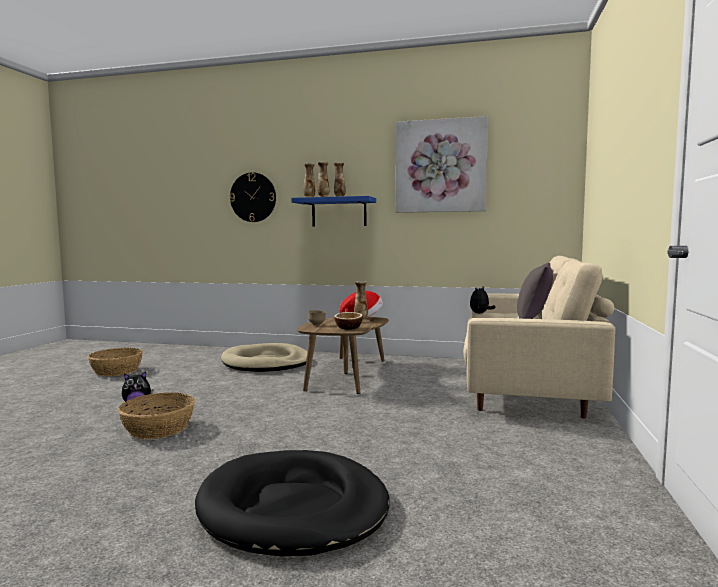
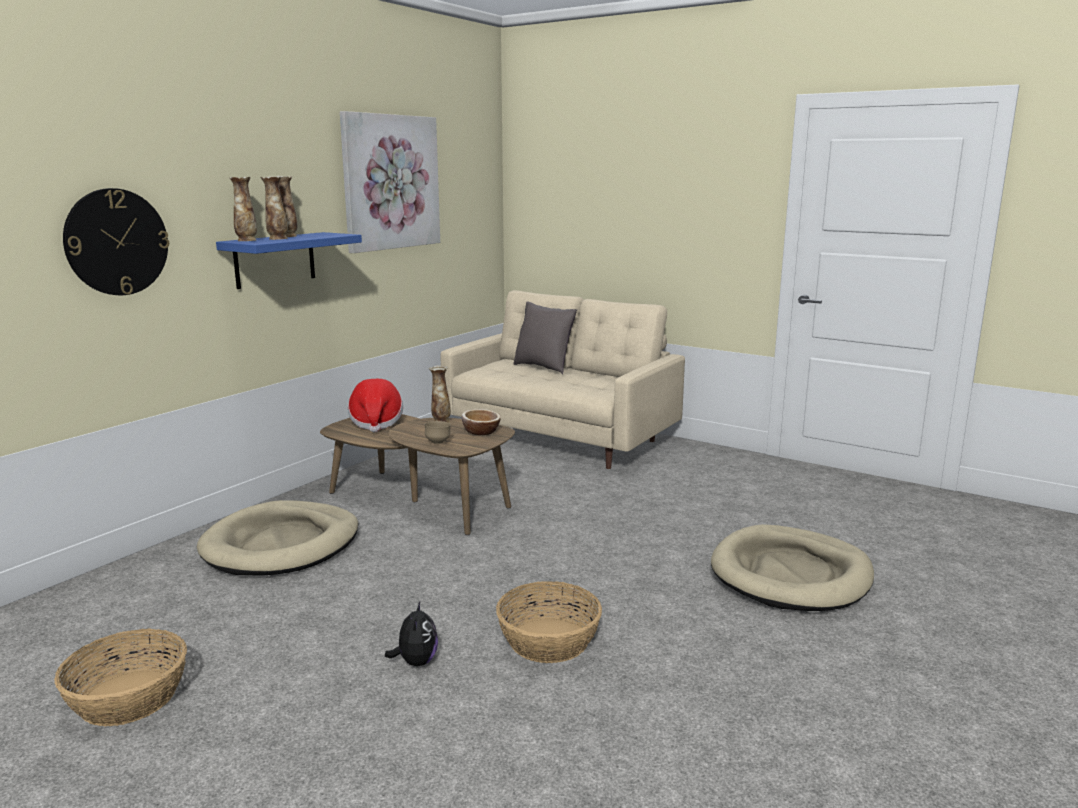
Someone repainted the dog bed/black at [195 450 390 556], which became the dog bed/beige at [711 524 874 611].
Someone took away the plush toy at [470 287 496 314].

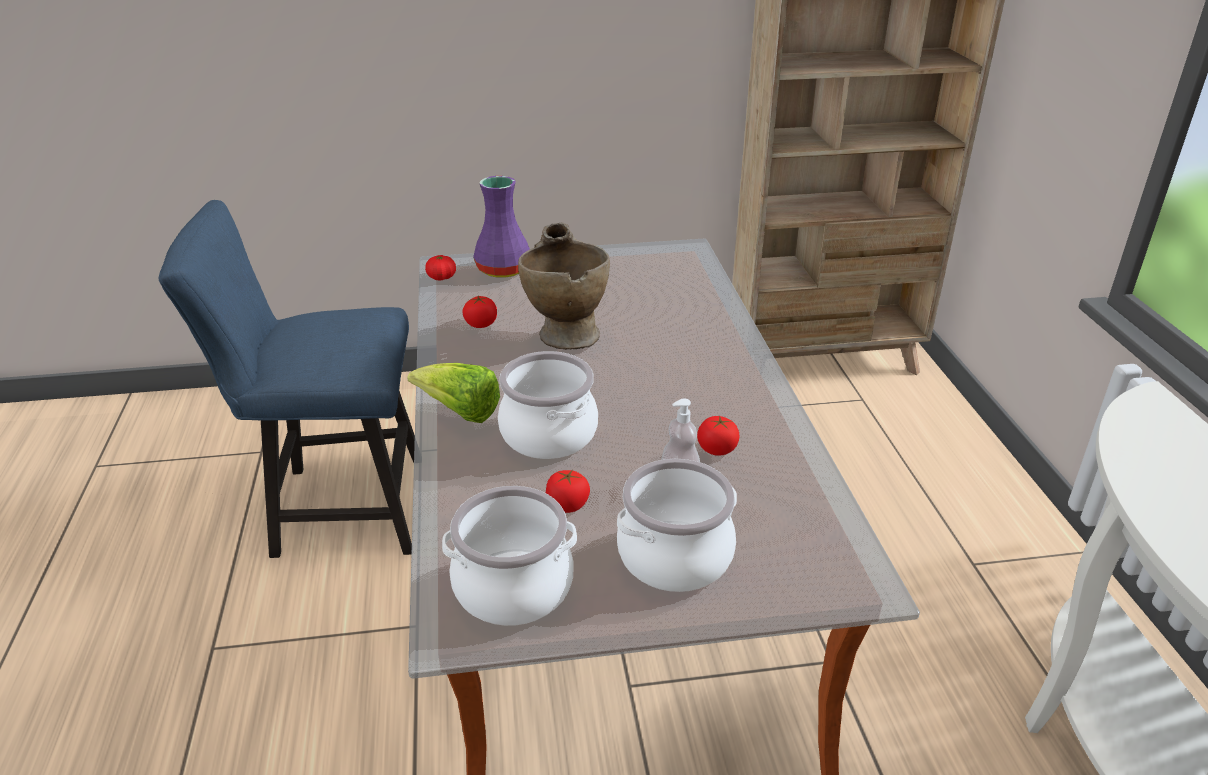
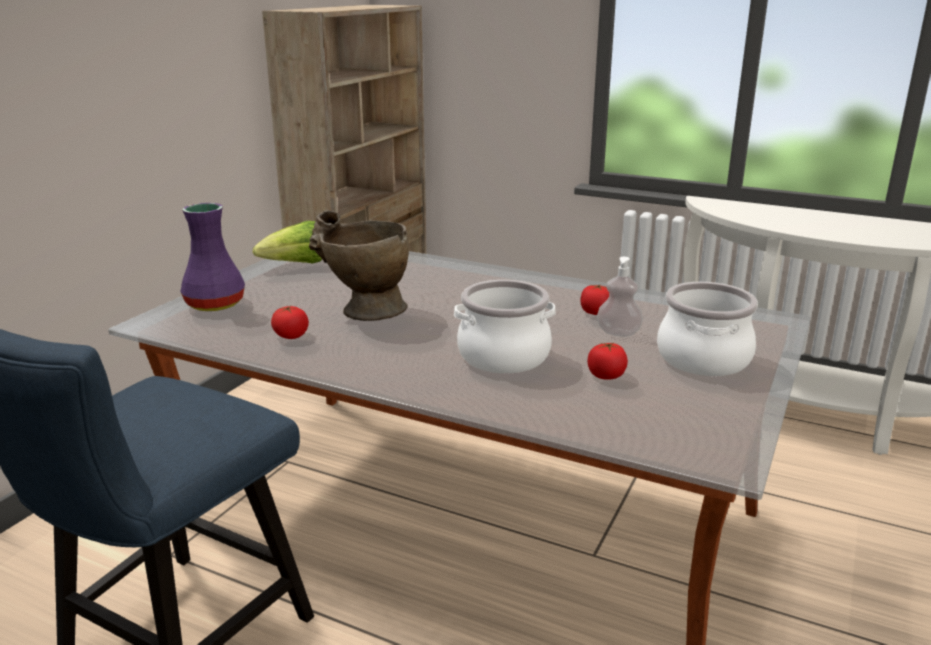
Someone carried the lettuce from [407 363 500 423] to [253 221 322 263].
Someone took away the tomato at [425 255 456 281].
Someone took away the cooking pot at [442 486 577 626].

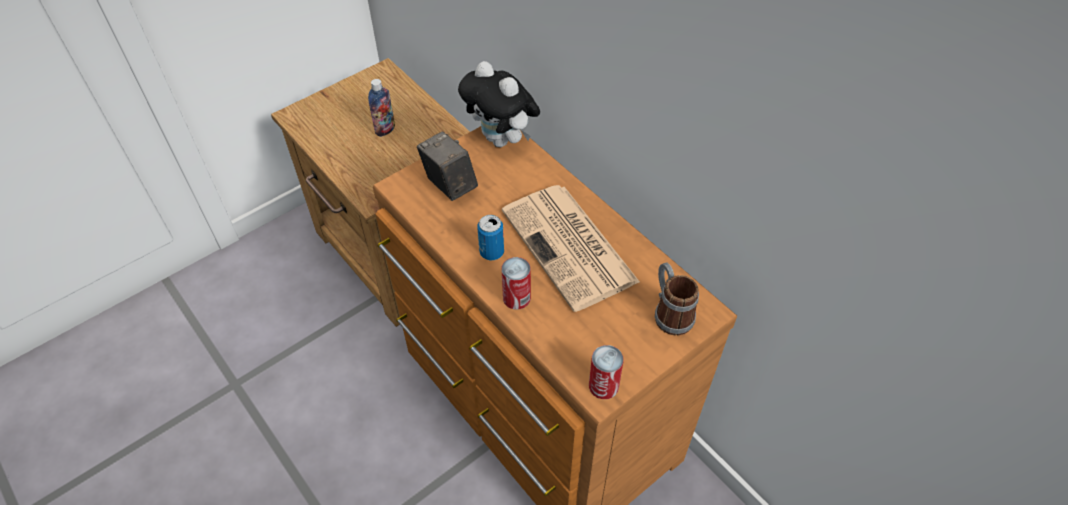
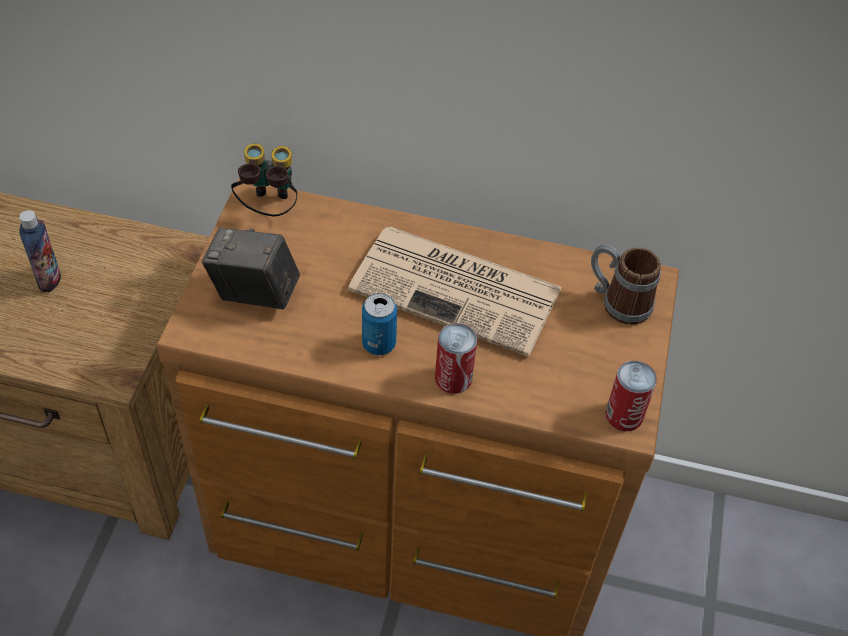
Someone swapped the plush toy at [458 61 540 147] for the binoculars at [231 143 297 216].

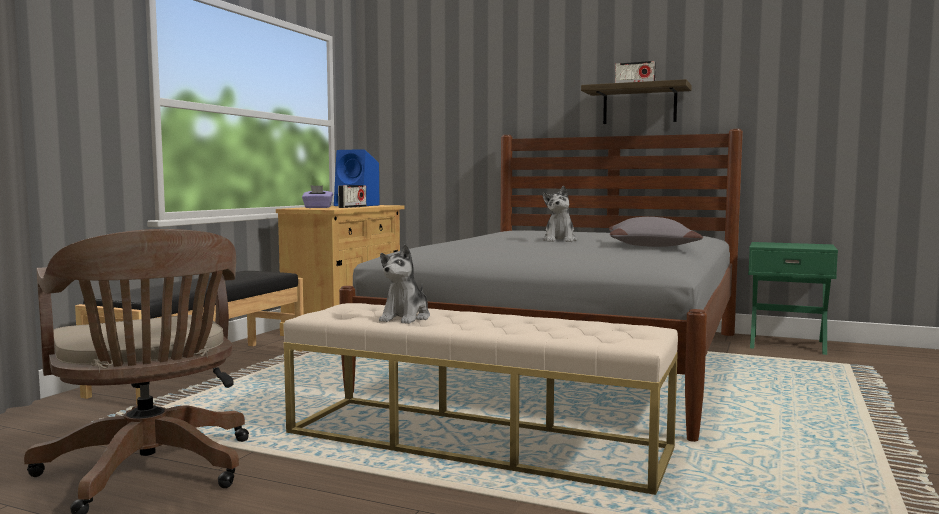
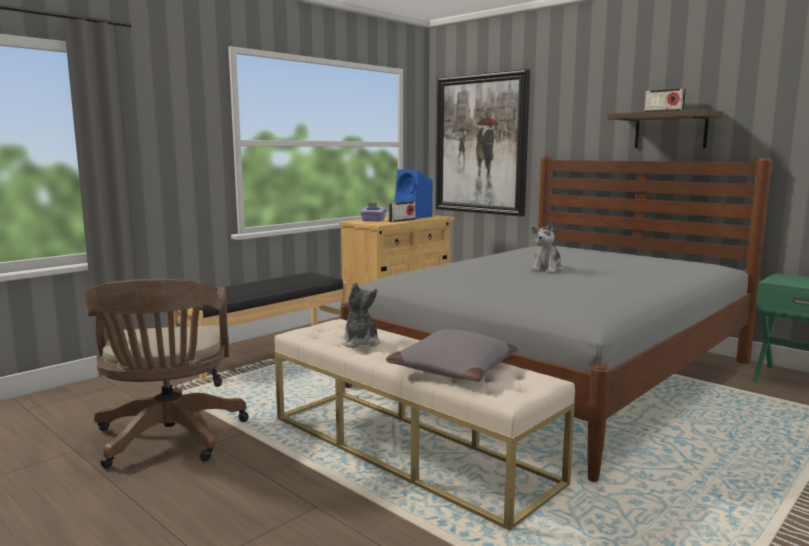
Someone rotated the plush toy at [379 244 430 324] by 120 degrees clockwise.
Someone carried the pillow/grey from [609 217 703 247] to [386 329 518 382].
Someone put up the picture at [436 69 530 217].

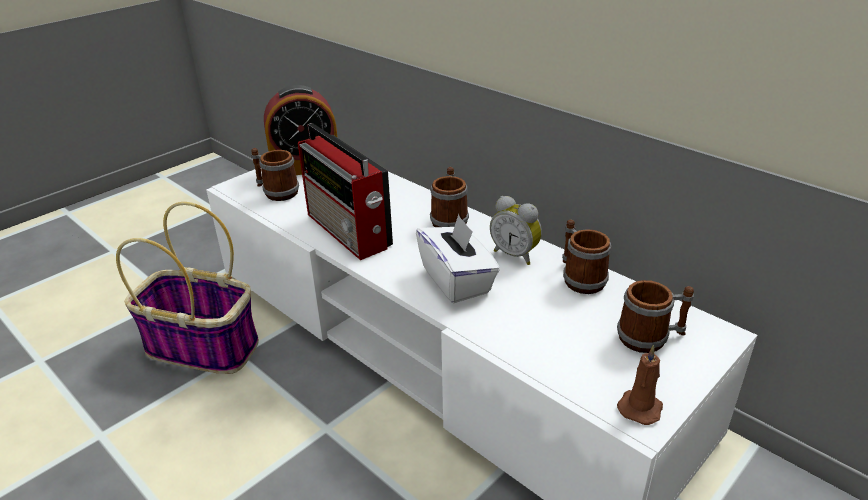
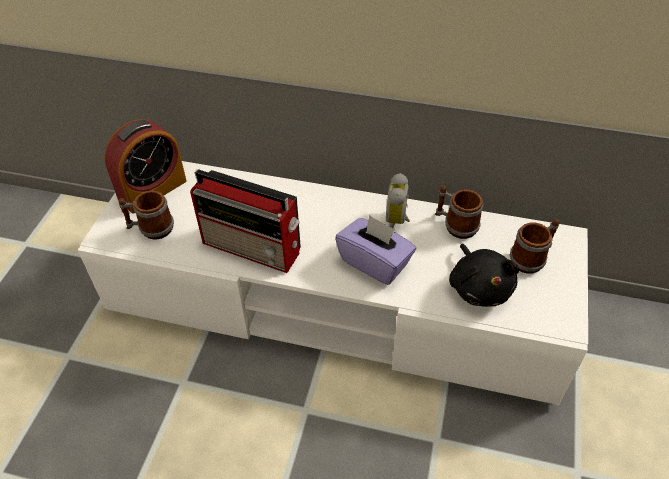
Someone repainted the tissue box/white at [416 214 500 303], which became the tissue box/purple at [335 215 416 285].
Someone rotated the alarm clock at [490 196 542 265] by 90 degrees clockwise.
Someone put down the plush toy/black at [449 244 519 307].
Someone took away the basket at [116 202 259 374].
Someone took away the mug at [430 167 469 227].
Someone took away the candle/brown at [617 345 663 425].

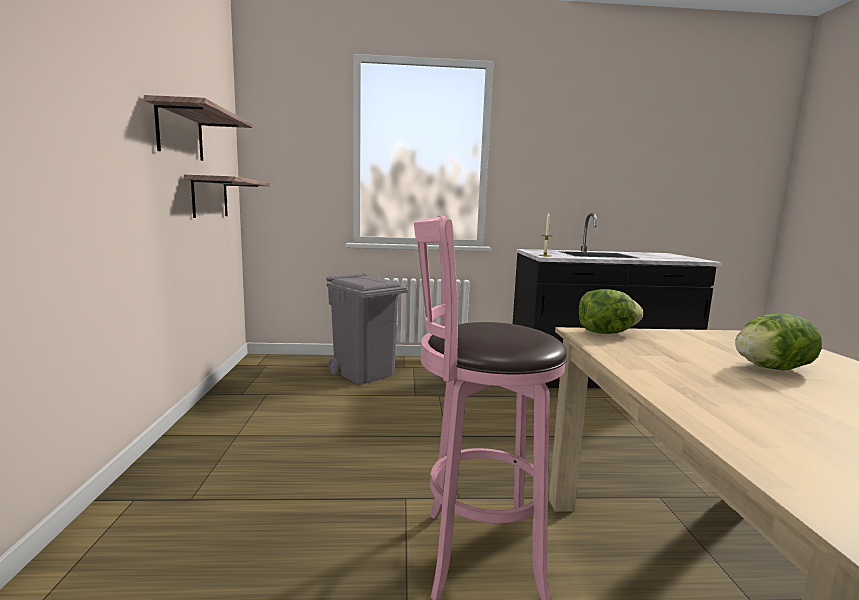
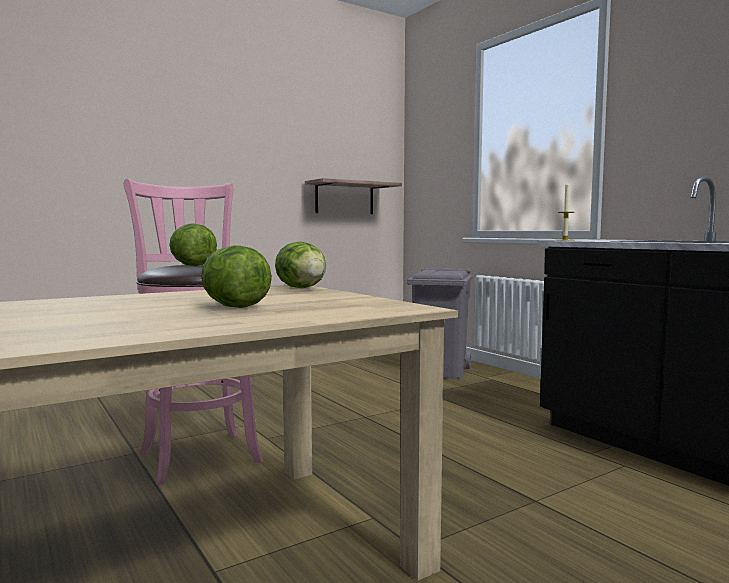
Someone put down the lettuce at [169 223 217 266].
Someone took away the shelf at [144 95 252 161].

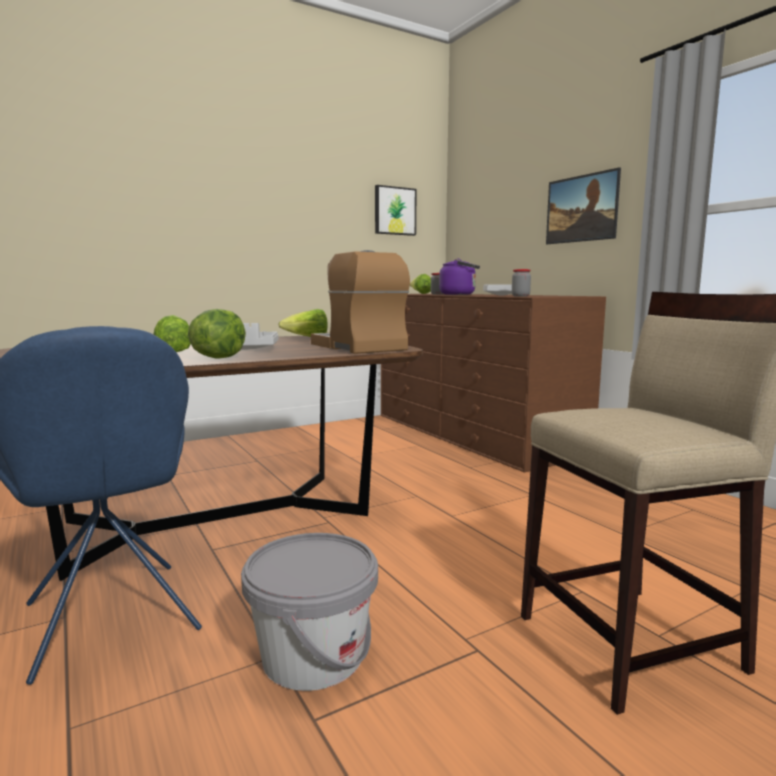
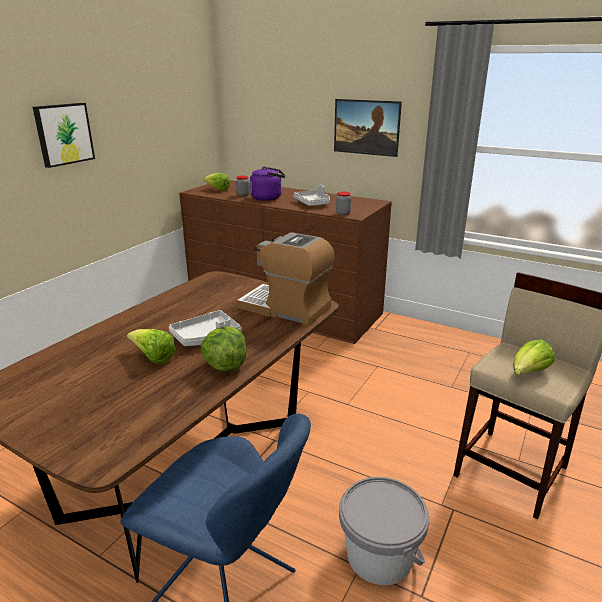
Someone carried the picture from [375 185 417 236] to [33 103 95 168].
Someone carried the lettuce from [278 309 327 337] to [513 339 555 375].

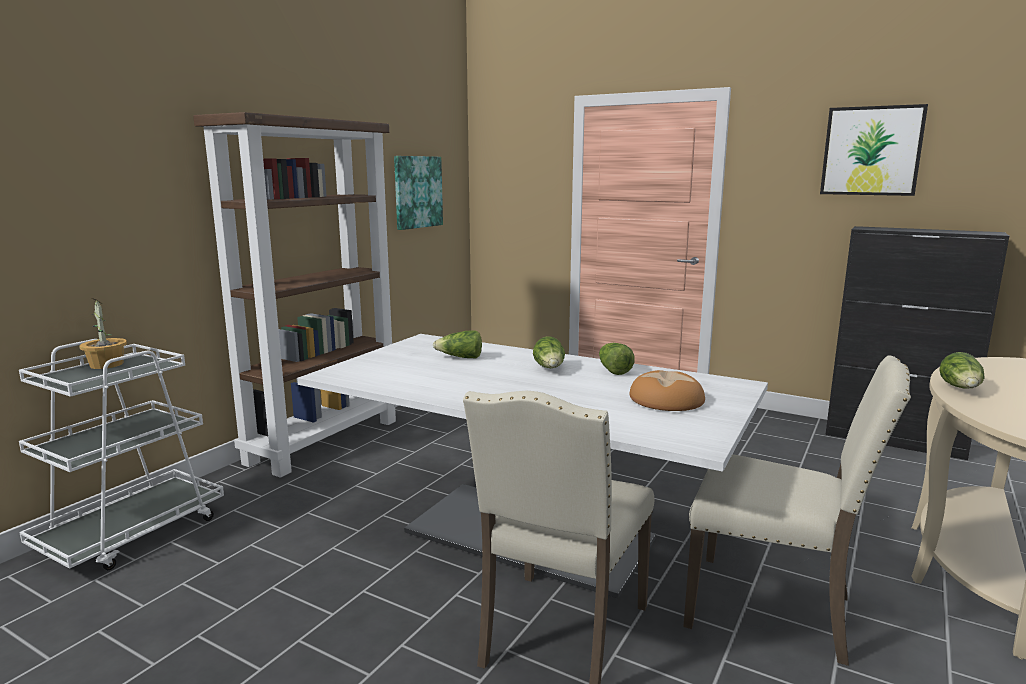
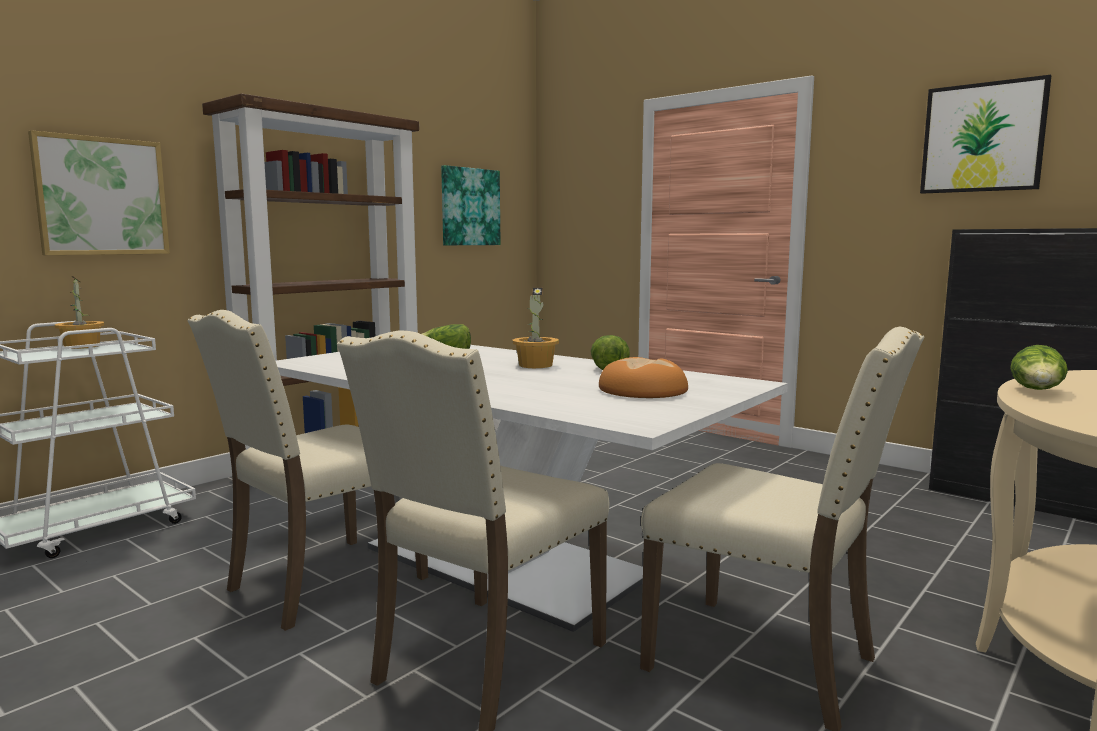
Someone put up the picture at [28 130 170 255].
Someone put down the chair/beige at [187 310 428 631].
Someone swapped the lettuce at [533 337 565 368] for the potted plant at [512 288 559 368].

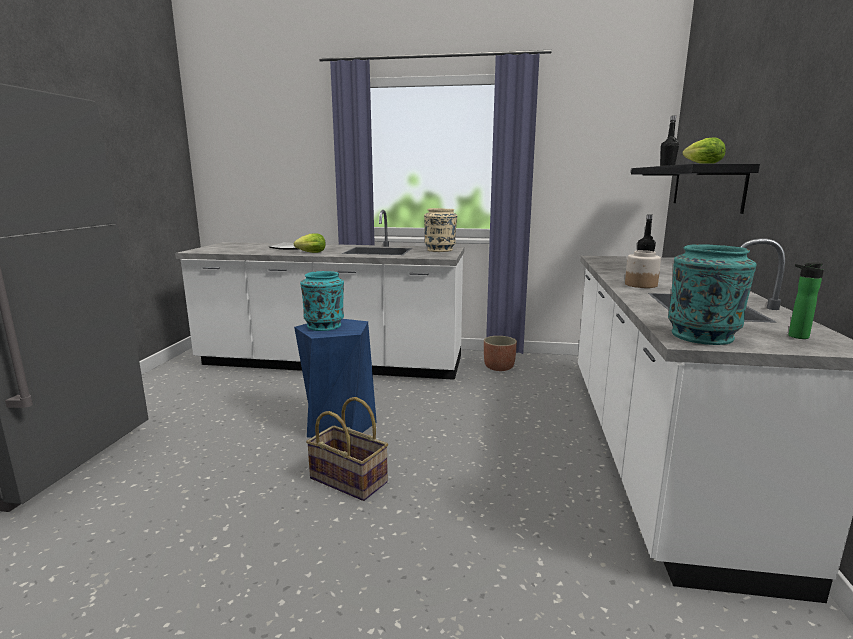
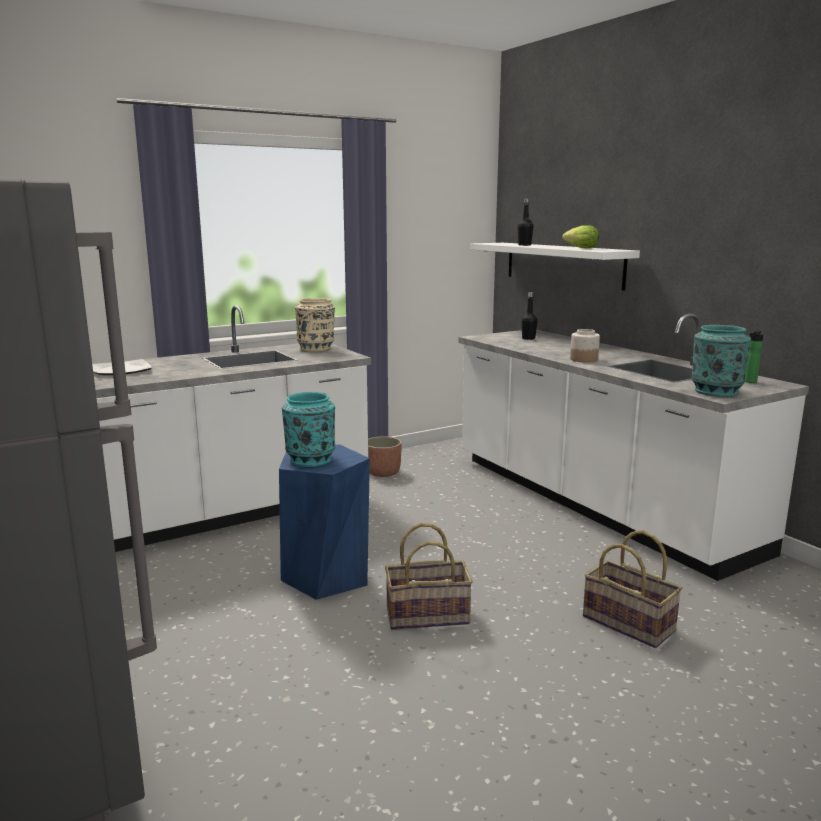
Someone repainted the shelf/black at [631 163 760 214], which became the shelf/white at [470 243 640 291].
Someone put down the basket at [583 530 682 648].
Someone took away the lettuce at [294 233 326 253].

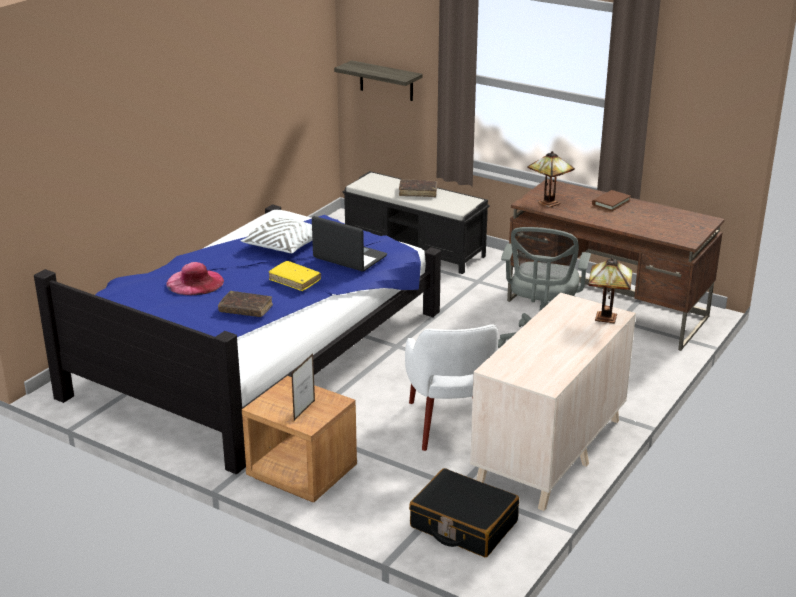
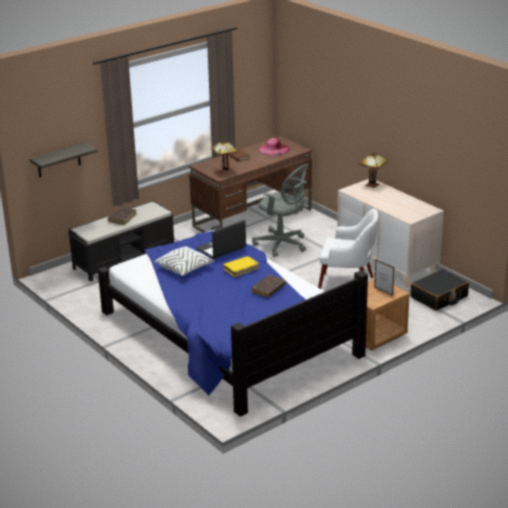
Someone carried the hat/pink from [166 262 224 295] to [258 138 290 156].

